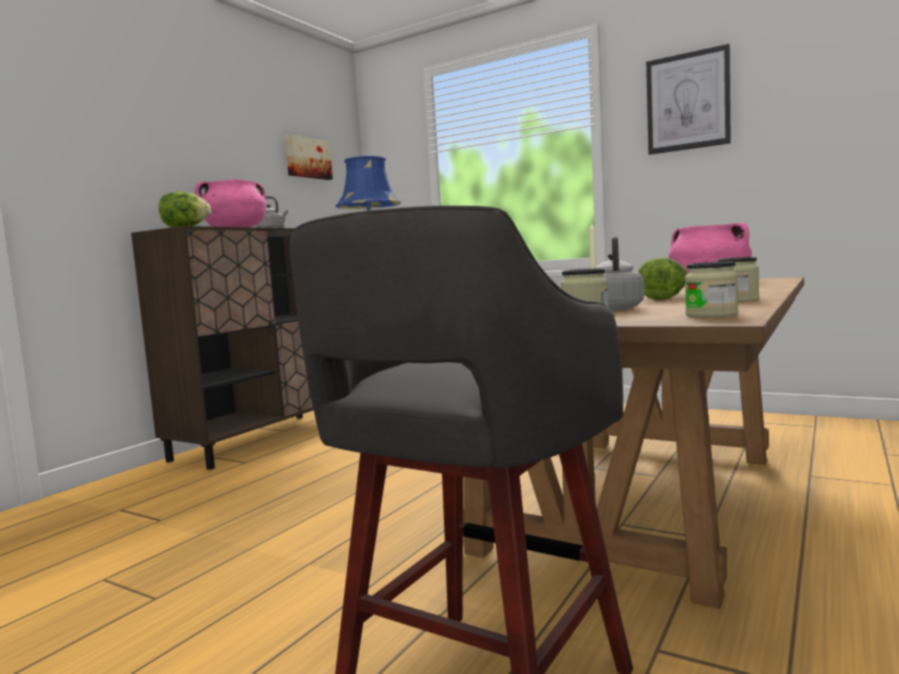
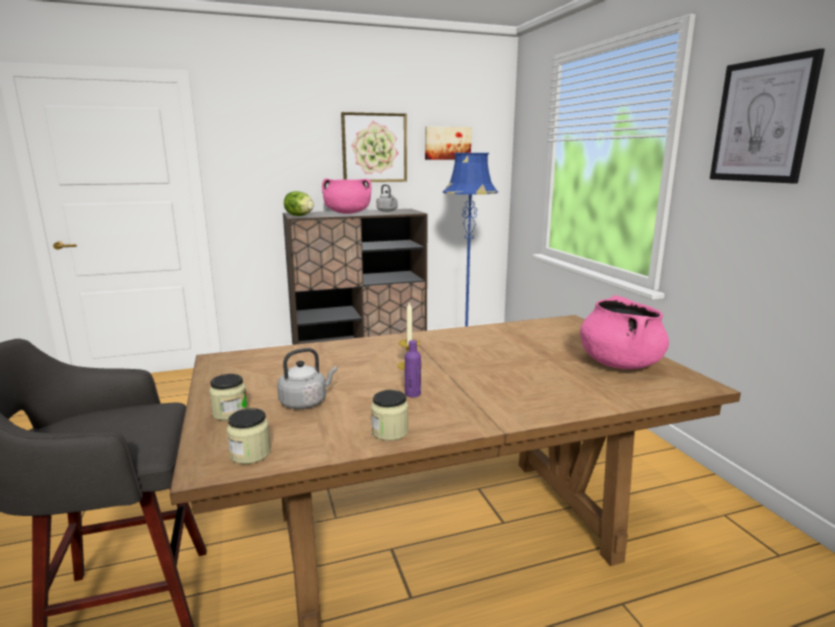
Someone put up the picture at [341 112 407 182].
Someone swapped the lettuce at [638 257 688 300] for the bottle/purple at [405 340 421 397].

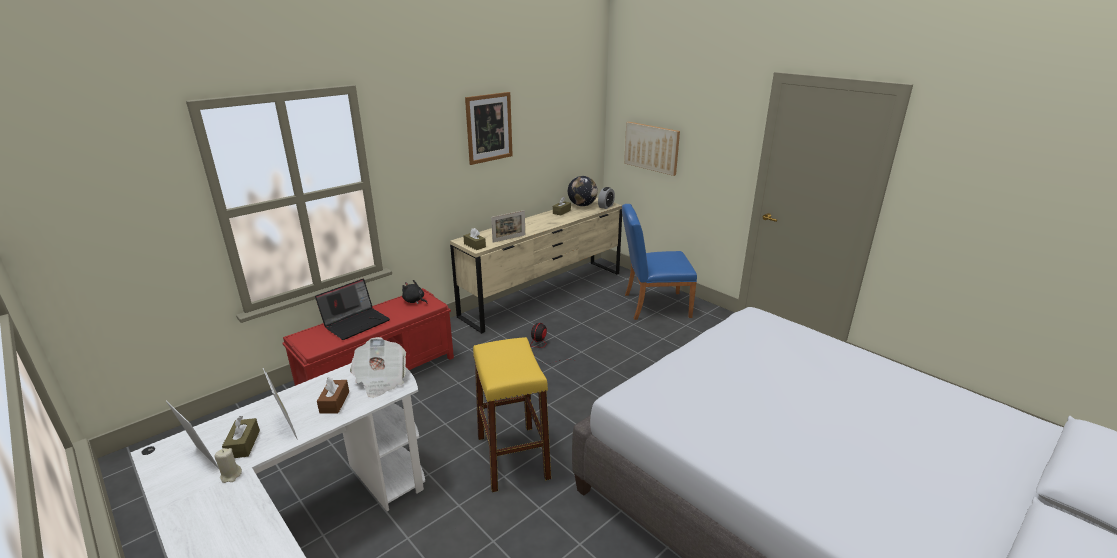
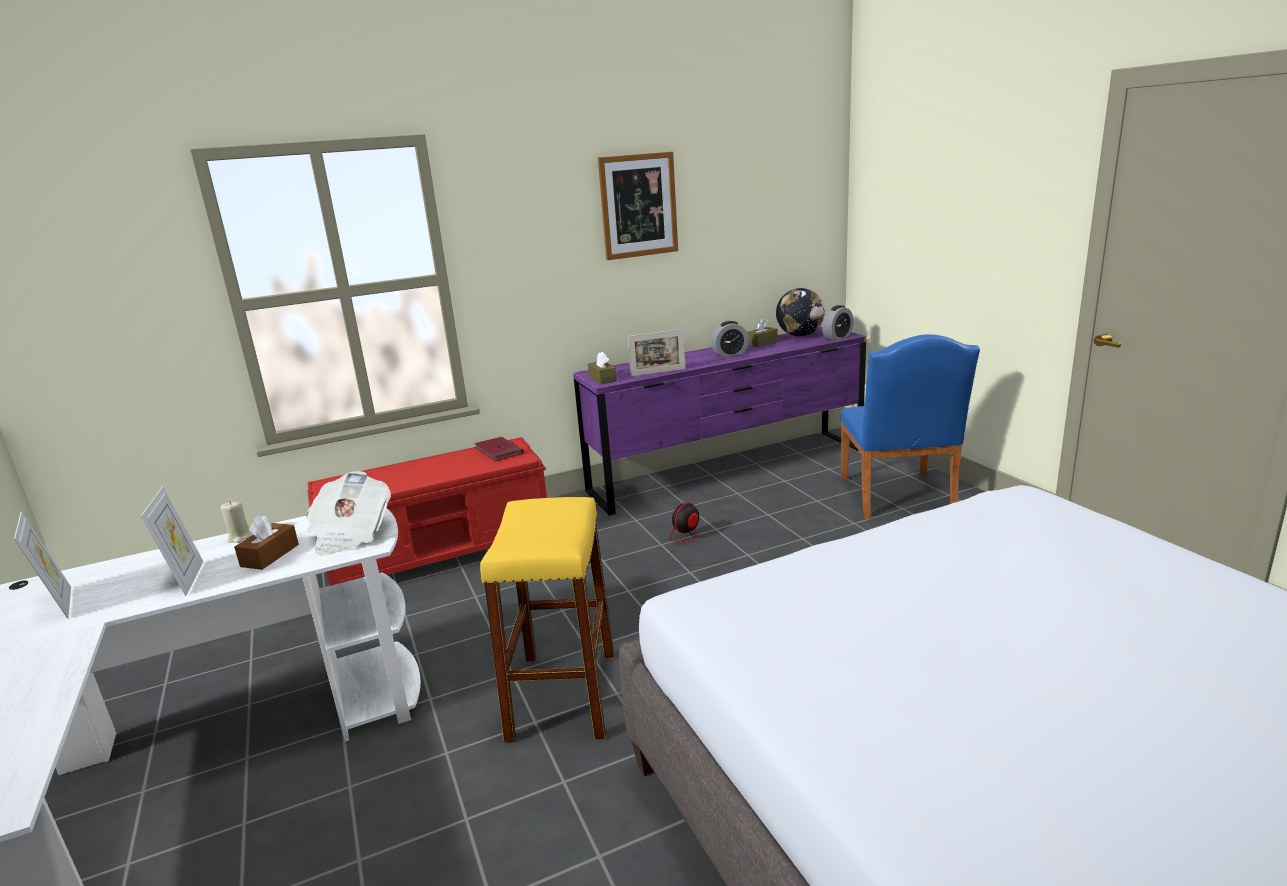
Someone carried the candle/beige from [214 448 242 483] to [220 501 253 543].
Someone swapped the plush toy/black at [402 280 428 304] for the book/red at [474 437 524 461].
Someone repainted the dresser/beige at [450 197 622 334], which became the dresser/purple at [573 327 866 516].
Someone put down the alarm clock at [711 321 749 357].
Someone rotated the chair/blue at [622 204 697 320] by 105 degrees counterclockwise.
Someone took away the tissue box/brown at [222 416 260 458].
Someone took away the laptop at [315 278 390 340].
Someone took away the picture at [624 122 680 176].

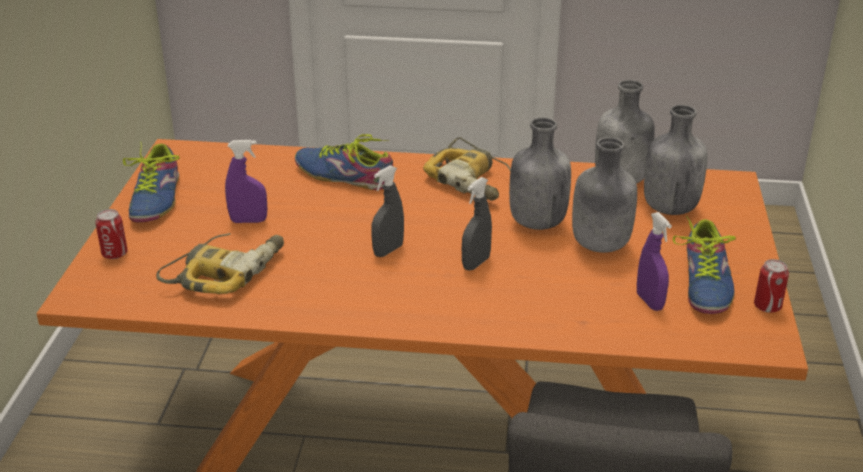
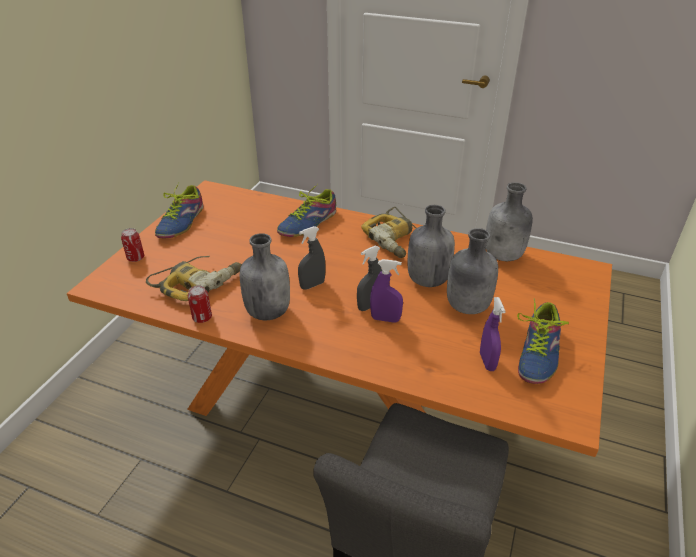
Someone carried the can from [754 259 789 313] to [188 285 212 323].
Someone carried the bottle/grey from [644 105 707 215] to [240 233 290 320].
Someone rotated the shoe at [295 134 393 190] by 90 degrees counterclockwise.
Someone carried the spray bottle/purple from [225 140 267 223] to [370 259 403 323].

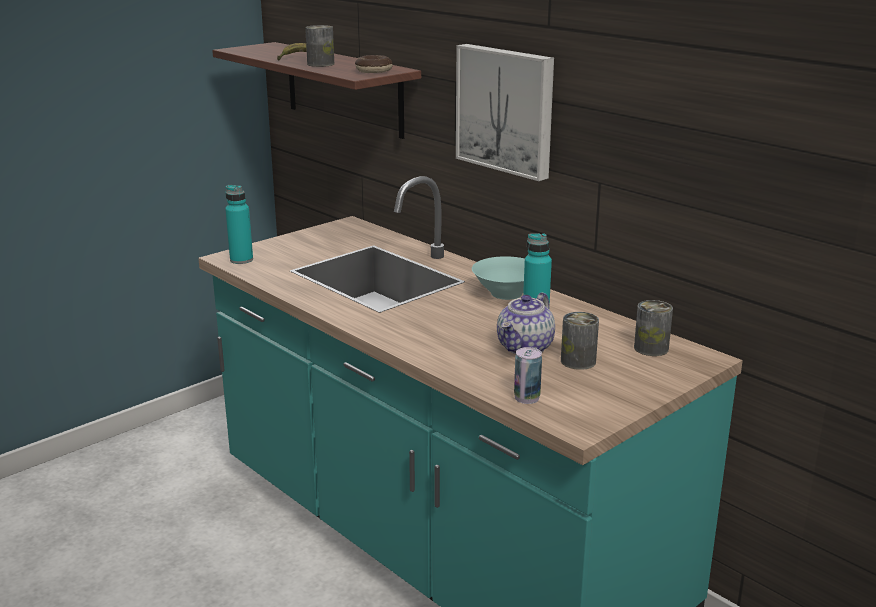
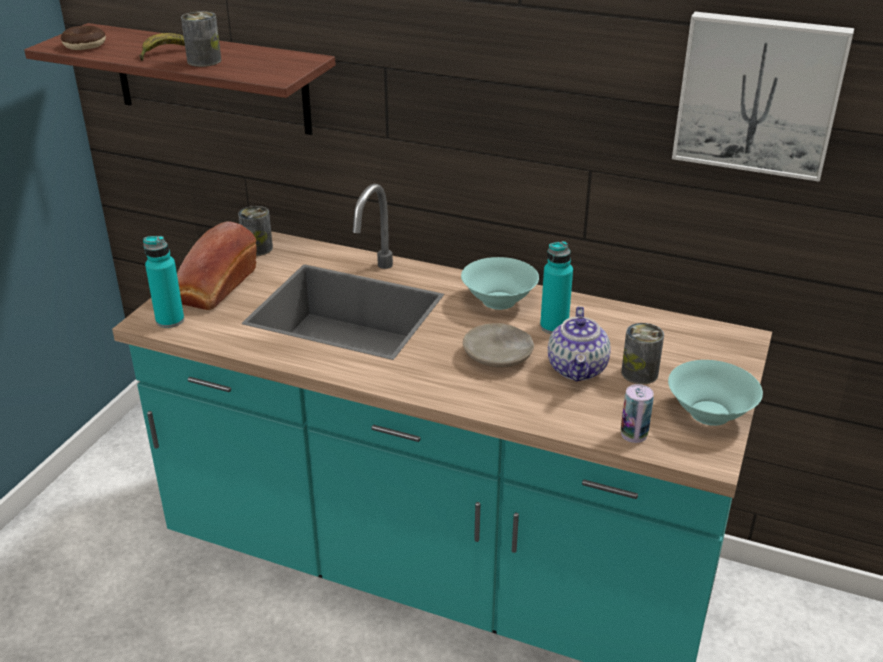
Someone carried the donut from [355 55 393 73] to [60 25 106 50].
Someone put down the bread at [177 221 257 310].
Someone carried the can from [634 300 673 356] to [238 206 273 256].
Someone put down the plate/beige at [463 323 534 368].
Someone put down the bowl/turquoise at [668 360 763 426].
Someone carried the picture from [456 44 554 181] to [672 12 854 182].

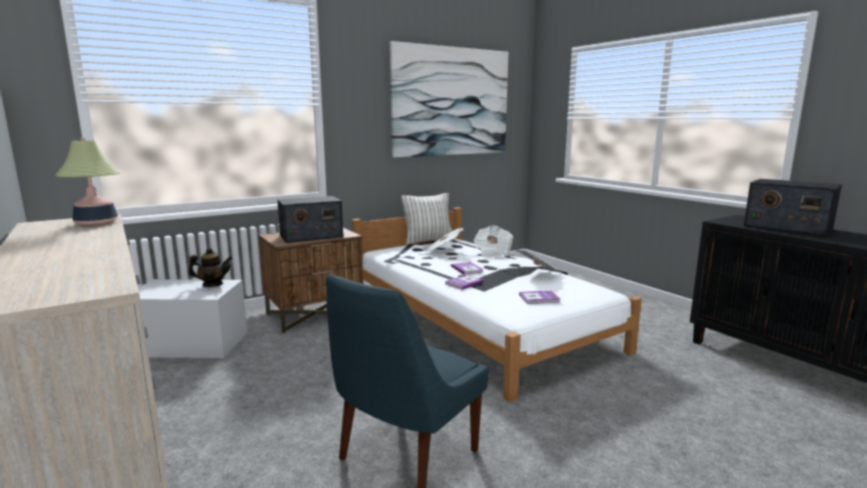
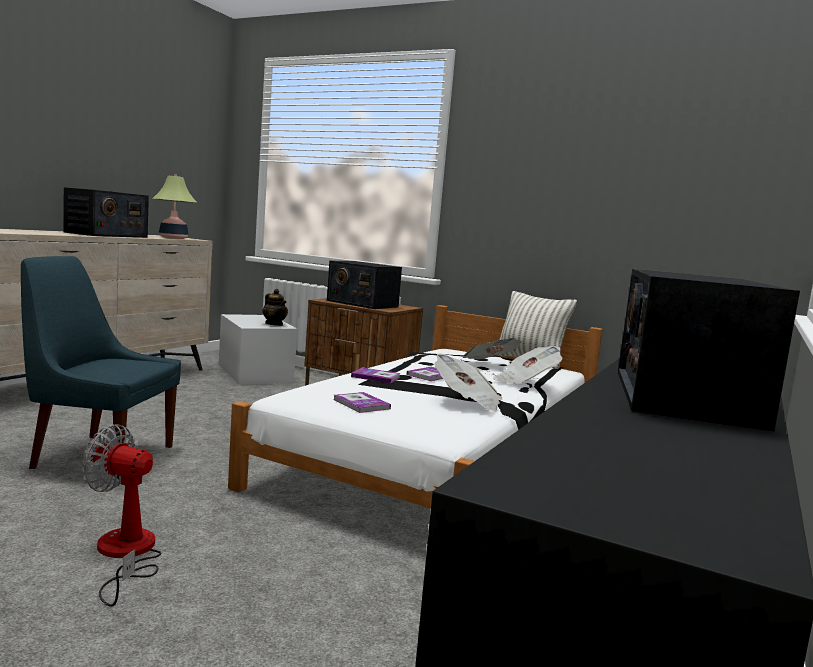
Someone put down the radio at [63 187 149 238].
Someone put down the fan at [82 424 161 607].
Someone took away the picture at [390 41 508 157].

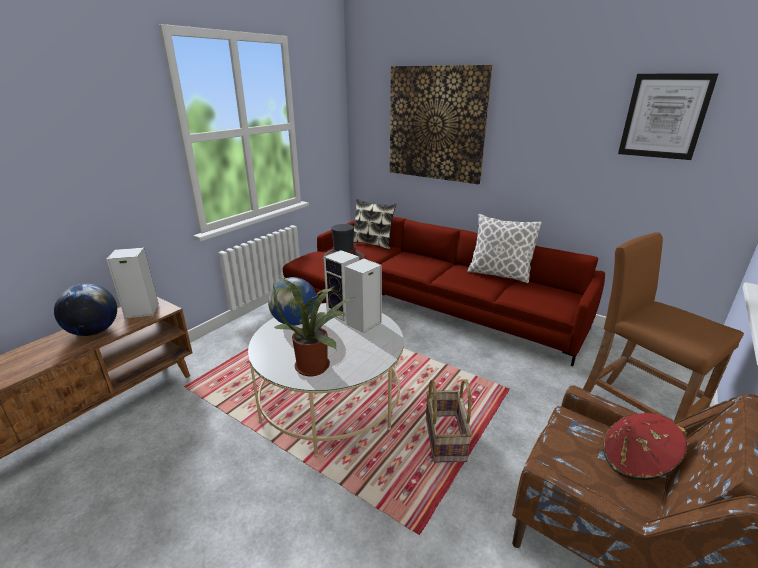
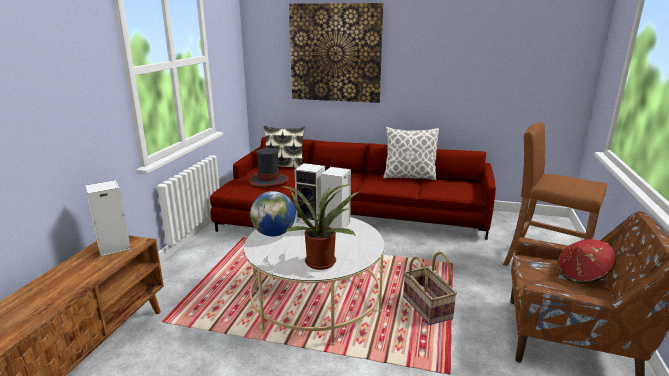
Someone took away the globe at [54 284 117 336].
Someone took away the picture at [618 73 719 160].

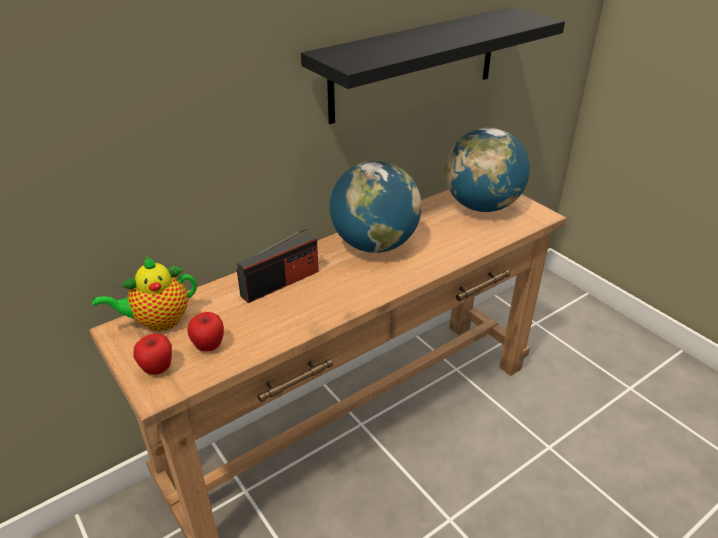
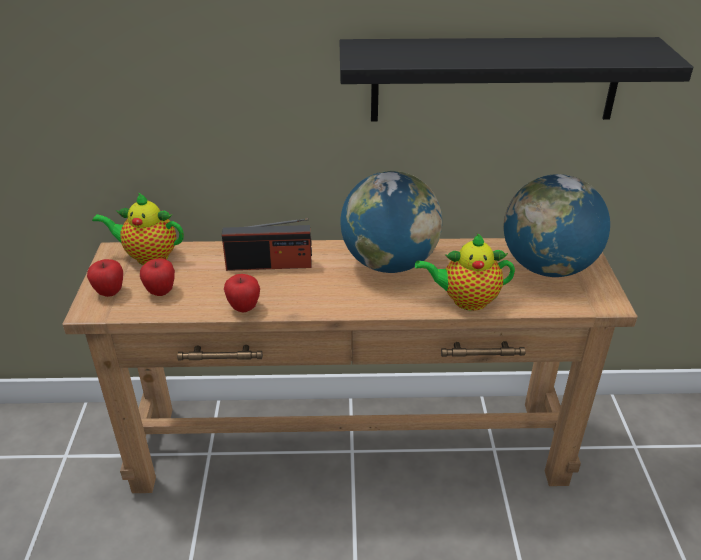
Someone put down the apple at [224 274 260 313].
Someone put down the teapot at [415 233 515 311].

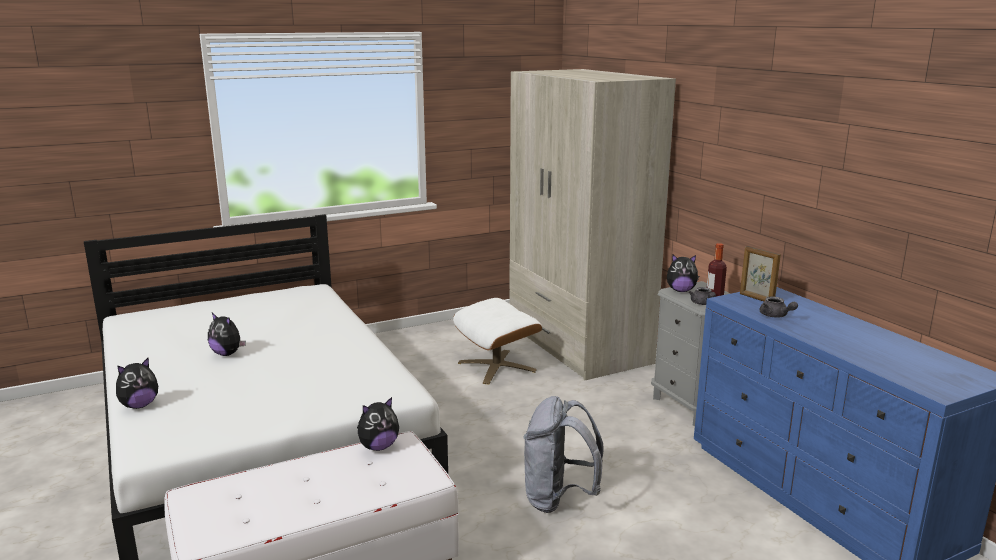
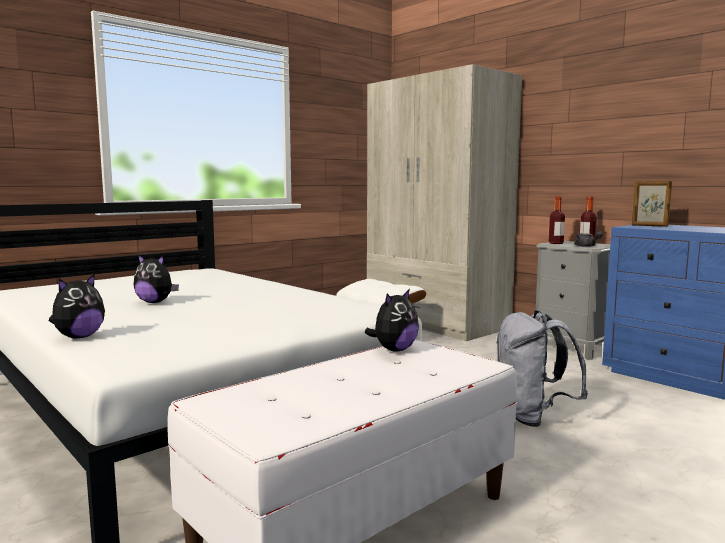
Someone swapped the plush toy at [667 254 699 292] for the bottle at [549 196 565 244].
Someone took away the teapot/grey at [760 297 798 318].

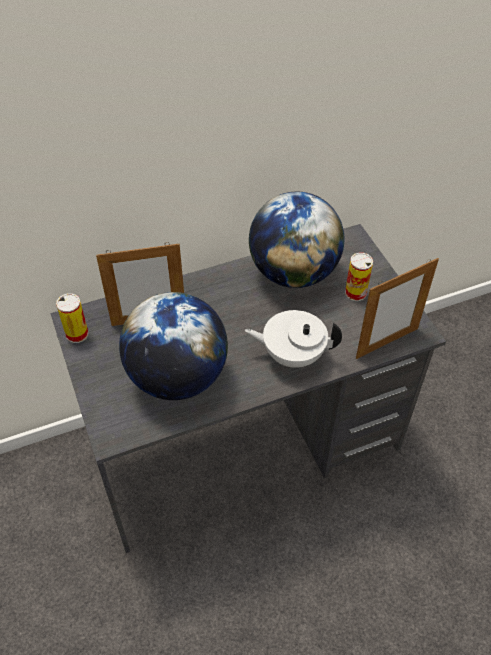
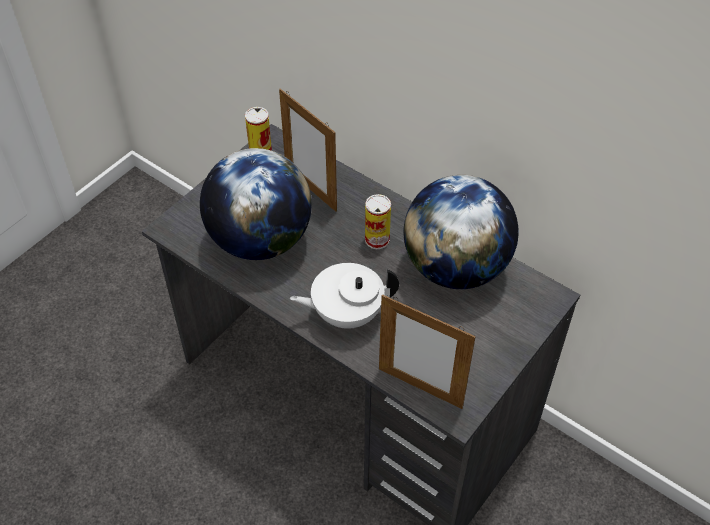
Someone rotated the teapot/white at [245 310 342 368] by 75 degrees counterclockwise.
Someone carried the can from [345 253 373 301] to [365 194 391 249].

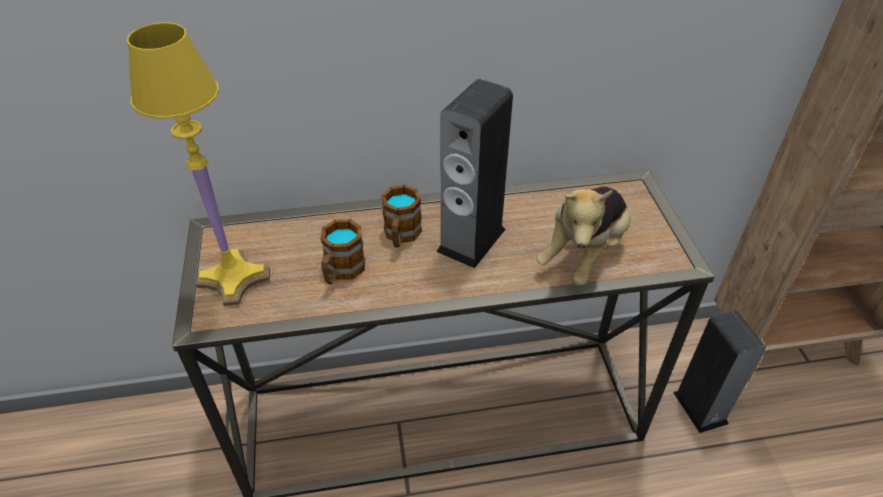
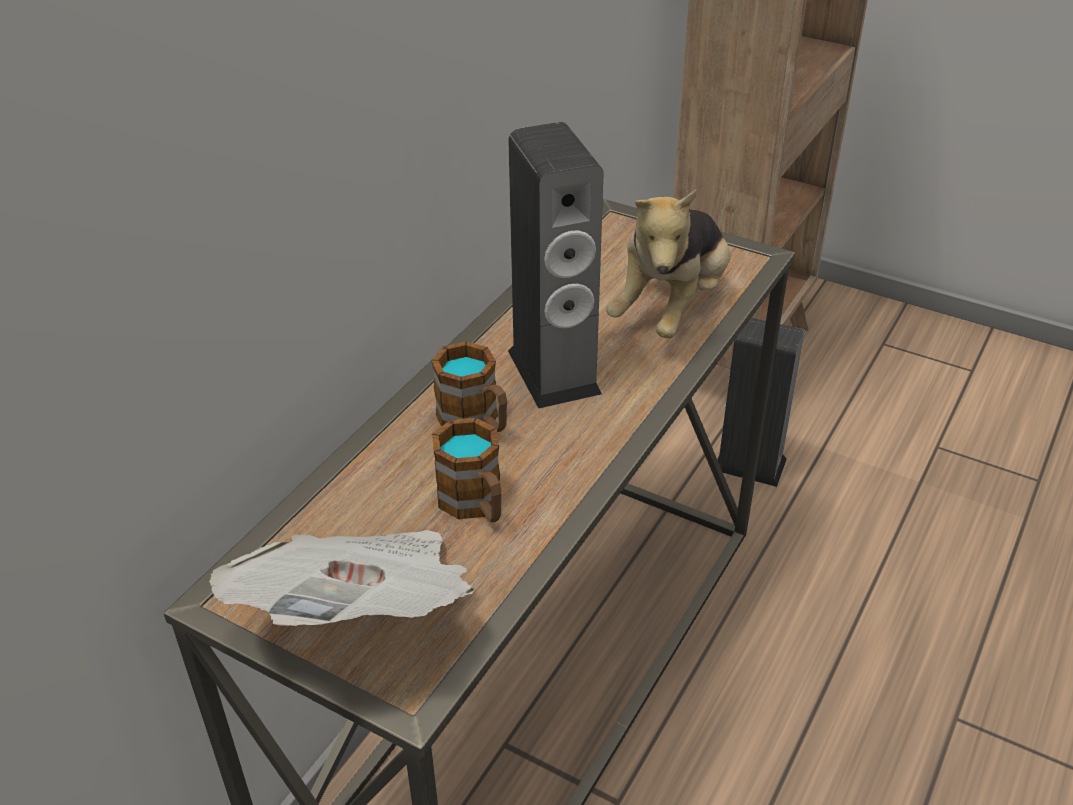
Someone swapped the table lamp/yellow at [127 22 270 306] for the newspaper at [209 530 473 626].
Someone rotated the plush toy at [536 187 631 286] by 45 degrees clockwise.

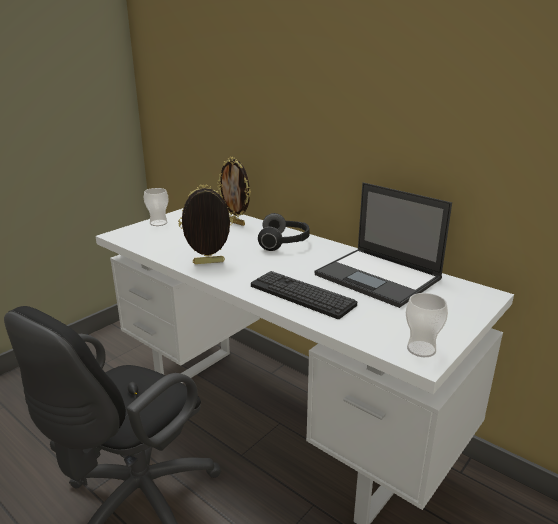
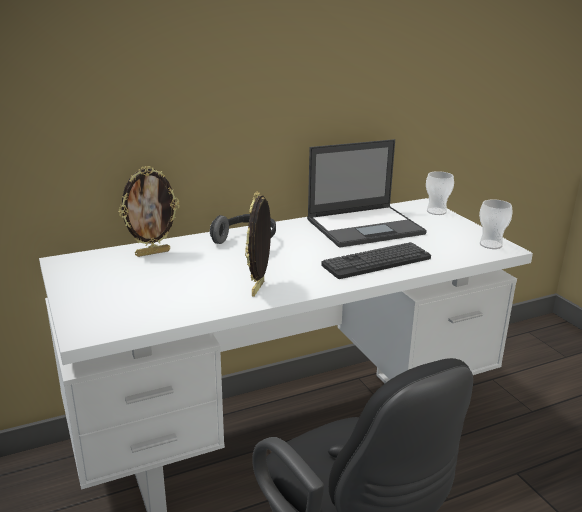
Someone carried the cup from [144 188 169 226] to [426 171 454 215].

